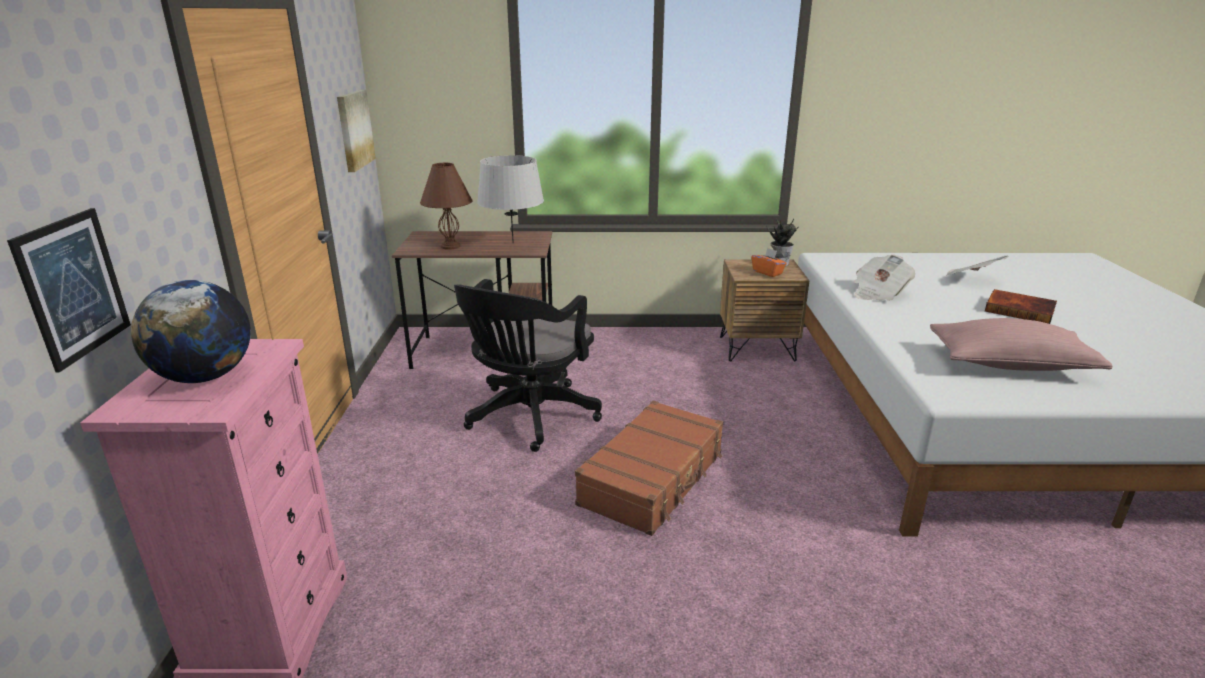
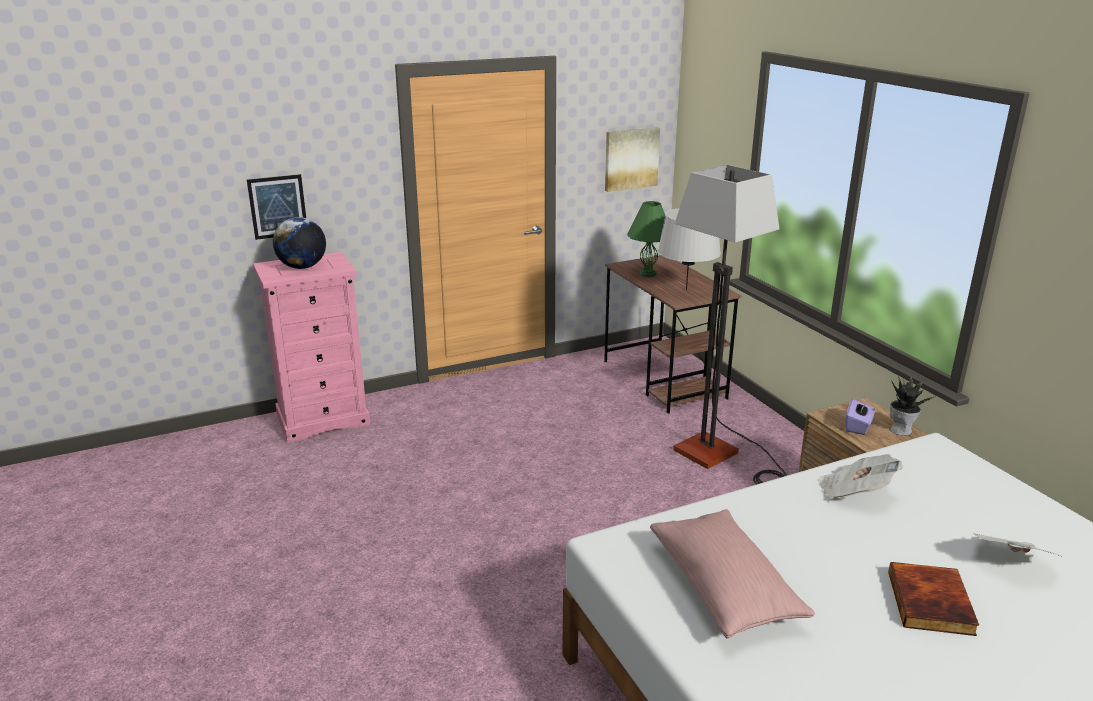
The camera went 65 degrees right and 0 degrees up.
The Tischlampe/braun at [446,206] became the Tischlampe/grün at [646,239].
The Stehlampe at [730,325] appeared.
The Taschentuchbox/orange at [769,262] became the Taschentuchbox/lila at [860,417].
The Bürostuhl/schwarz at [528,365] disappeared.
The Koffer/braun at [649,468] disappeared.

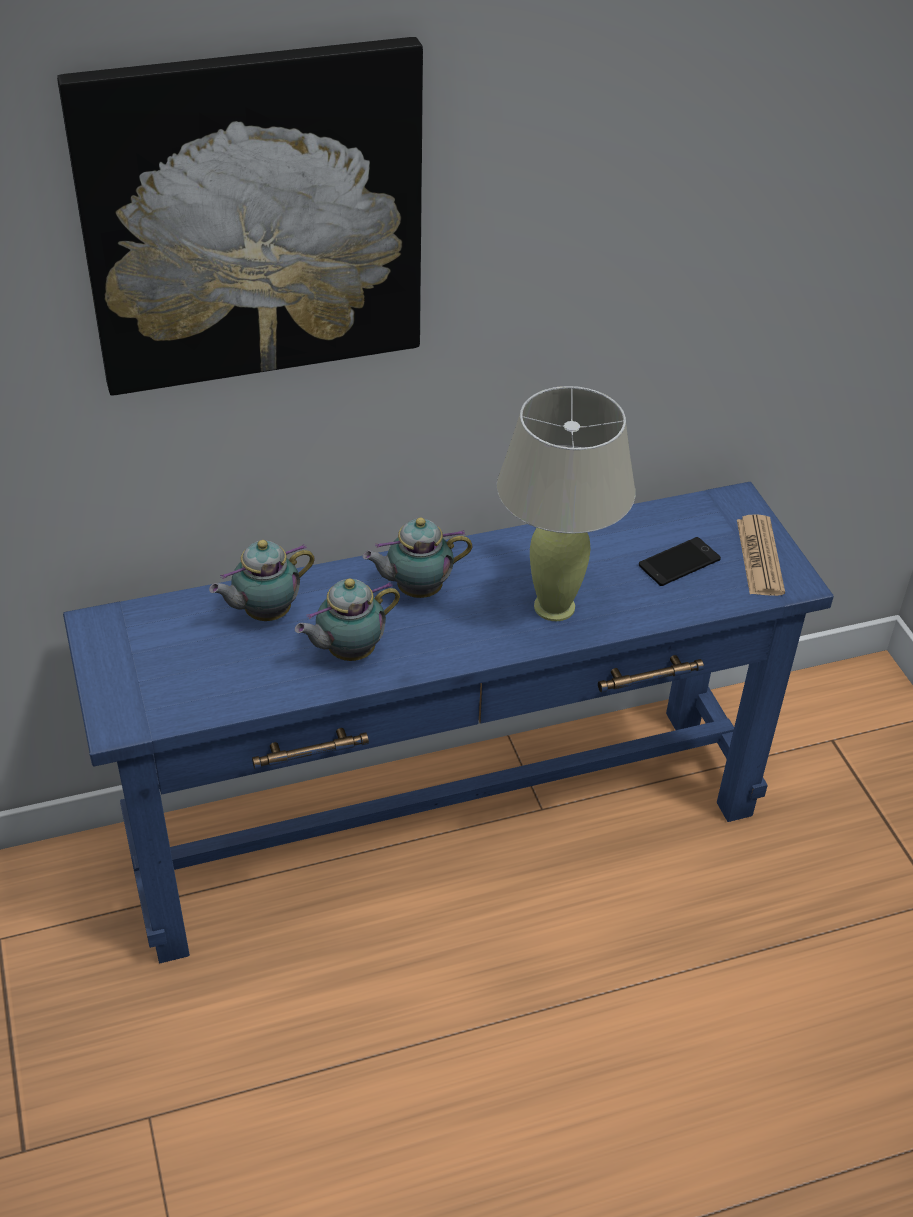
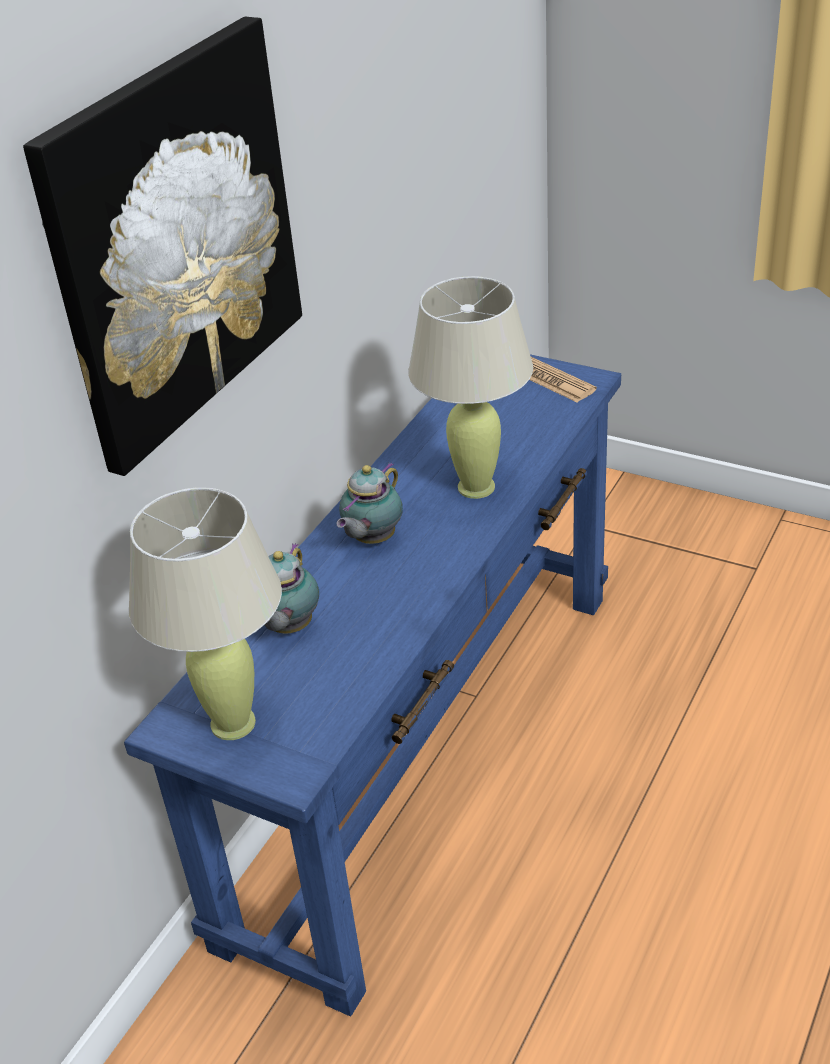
The camera went 40 degrees left and 5 degrees down.
The Tischlampe/beige at [205,614] appeared.
The Teekanne at [347,619] disappeared.
The Handy at [680,561] disappeared.

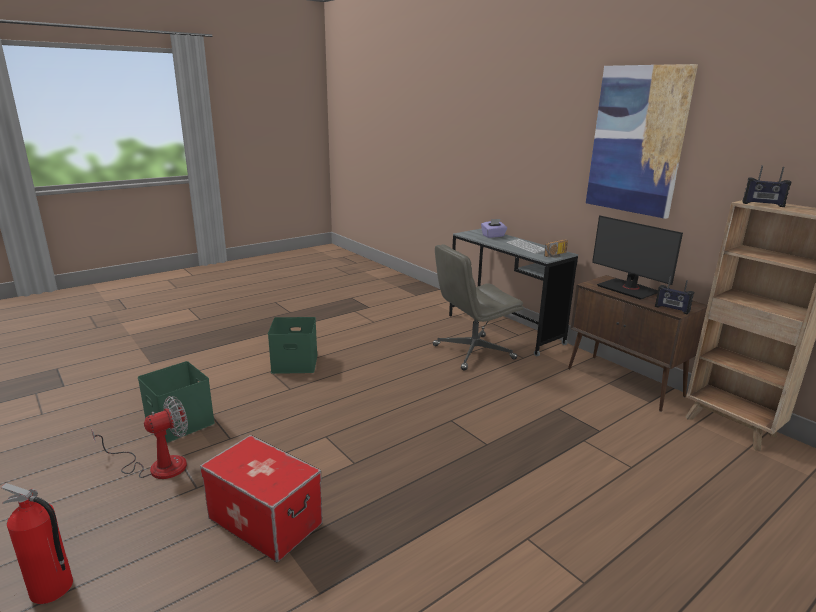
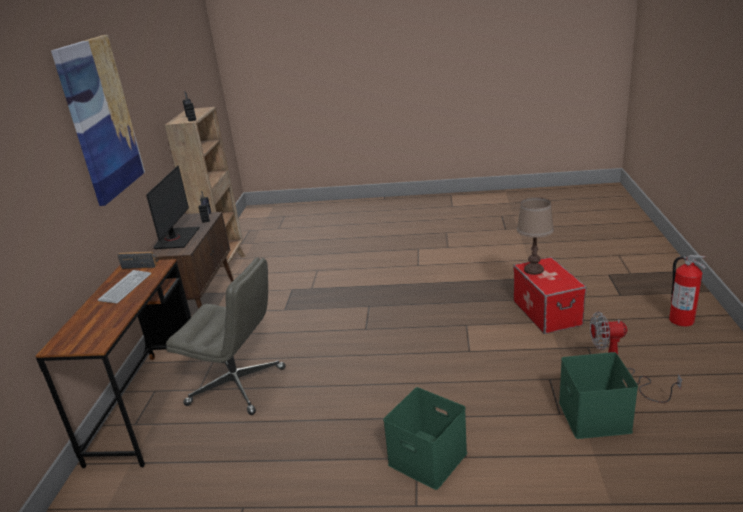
The camera went 135 degrees left and 5 degrees up.
The Schreibtisch/grau at [513,292] became the Schreibtisch/braun at [113,363].
The Tischlampe/braun at [535,236] appeared.
The Taschentuchbox/lila at [494,228] disappeared.

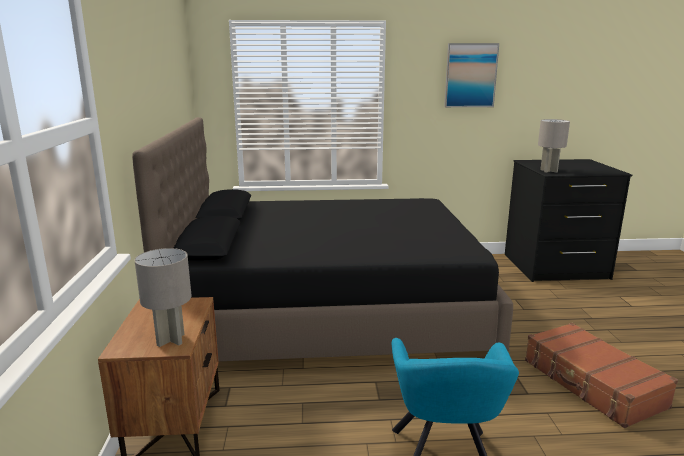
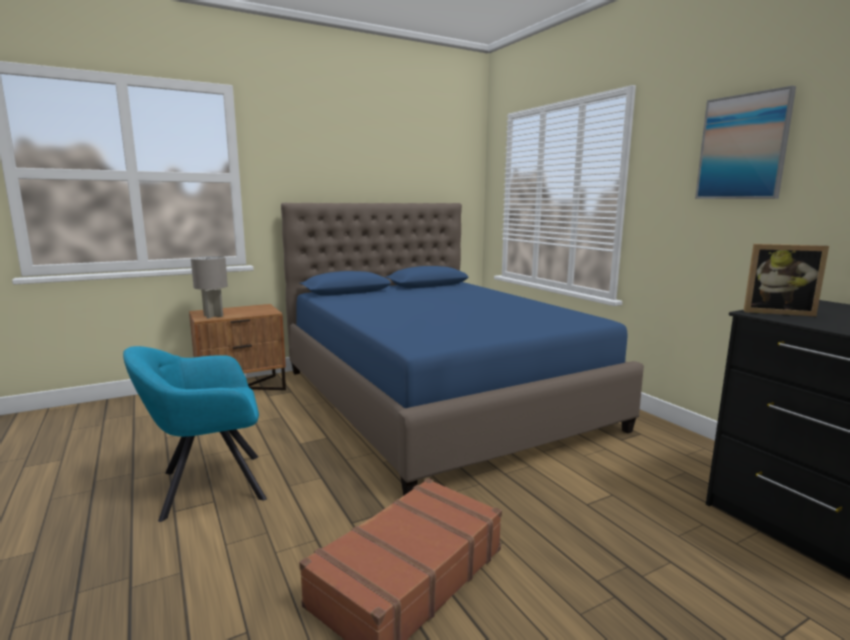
The camera went 65 degrees right and 5 degrees down.
The Bett/schwarz at [322,239] became the Bett/blau at [462,349].
The Tischlampe/grau at [554,146] was replaced by the Bilderrahmen at [786,280].

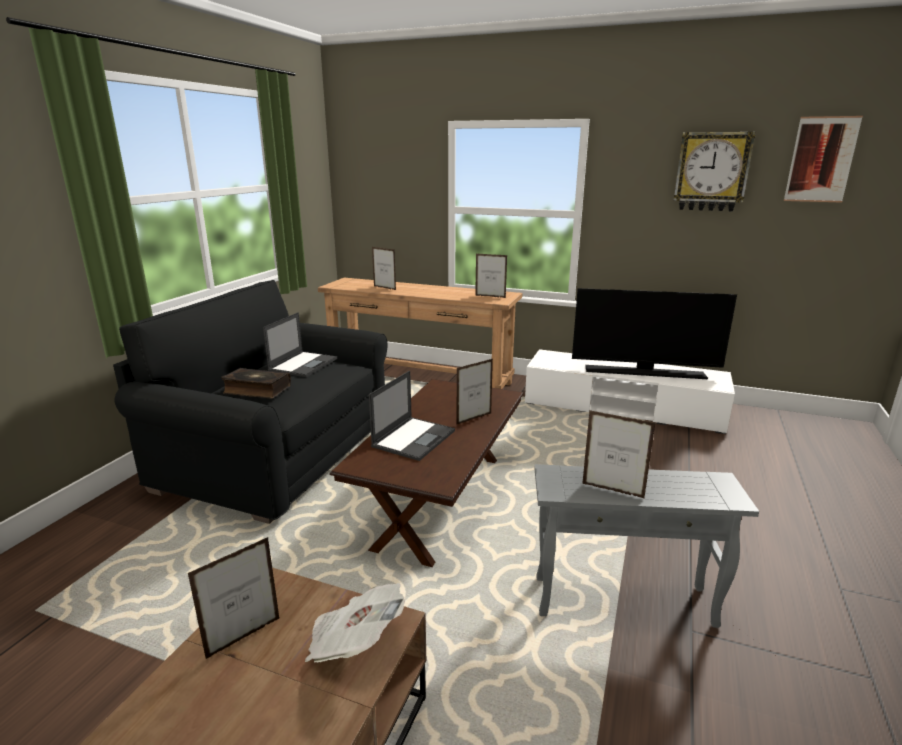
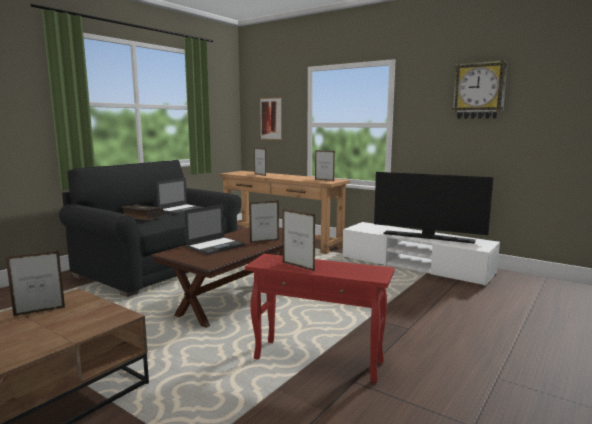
The camera went 15 degrees right and 10 degrees down.
The Beistelltisch/grau at [647,546] became the Beistelltisch/rot at [320,318].
The Bild moved from [823,159] to [271,119].
The Zeitung at [355,623] disappeared.

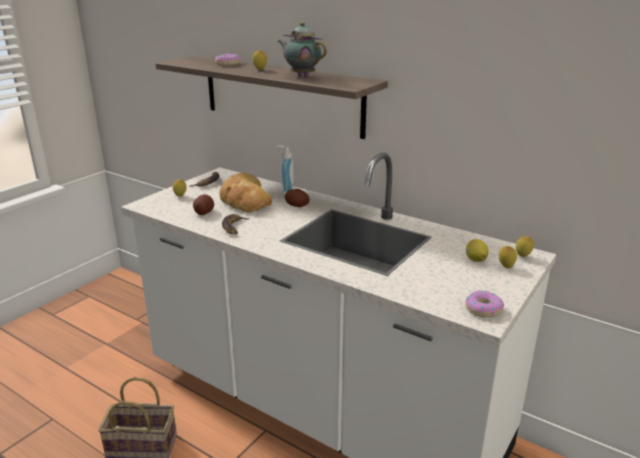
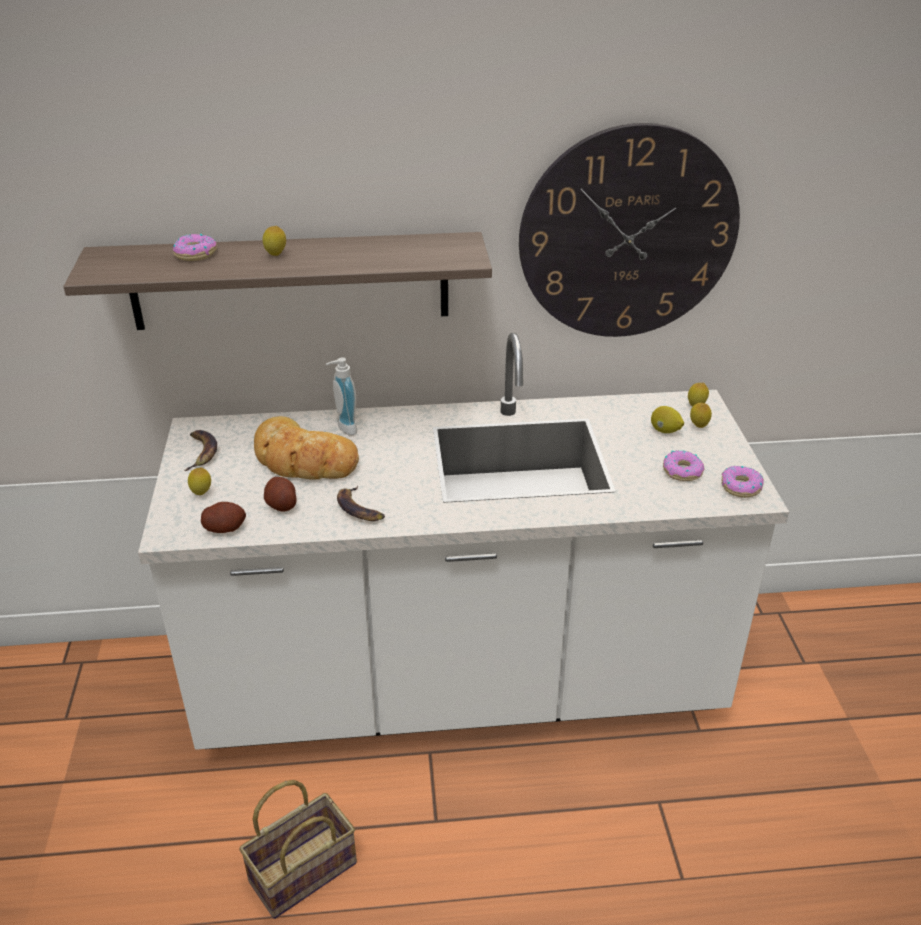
The camera went 40 degrees left and 10 degrees up.
The Kartoffel moved from [297,198] to [223,517].
The Wanduhr at [629,230] appeared.
The Donut at [683,465] appeared.
The Teekanne at [302,49] disappeared.

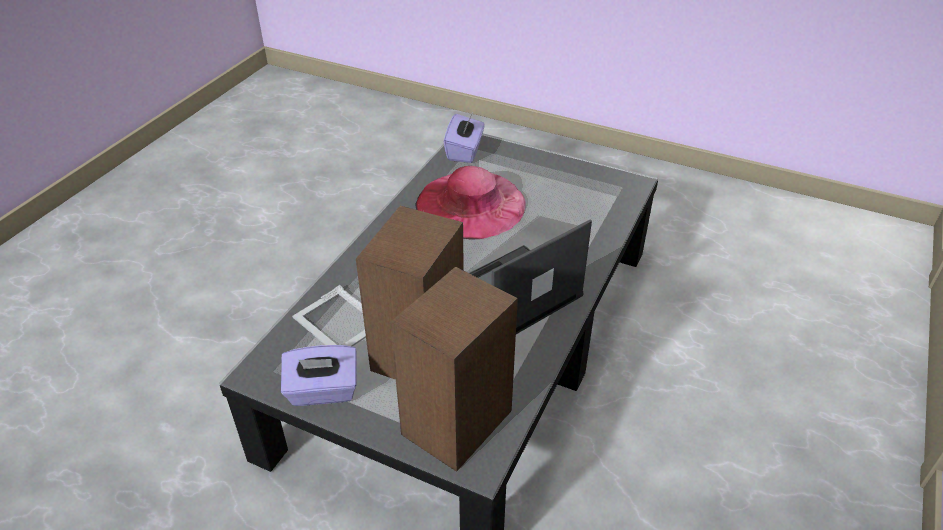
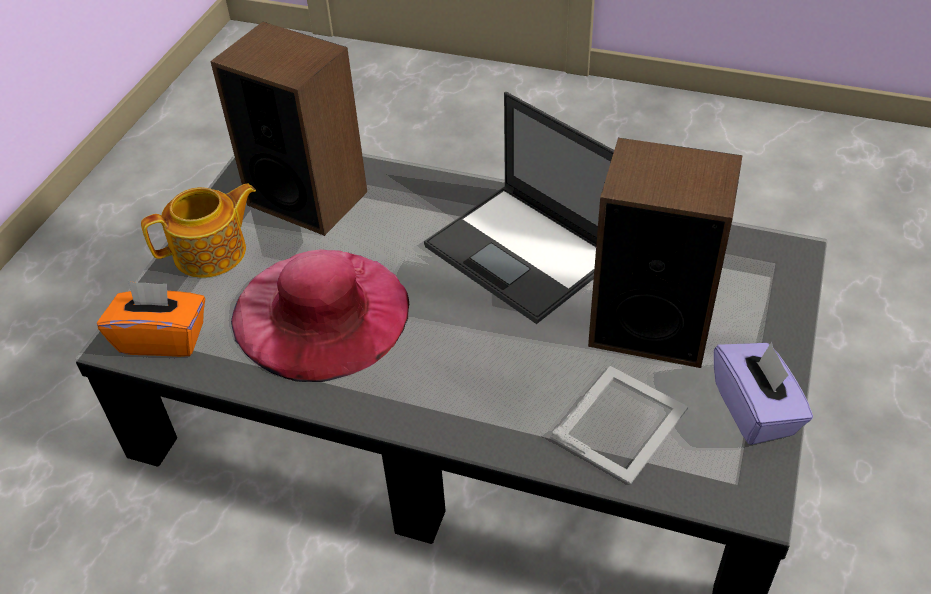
The camera went 95 degrees left and 5 degrees up.
The Taschentuchbox/lila at [464,138] became the Taschentuchbox/orange at [151,319].
The Teekanne at [198,231] appeared.
The Lautsprecher moved from [454,369] to [288,129].

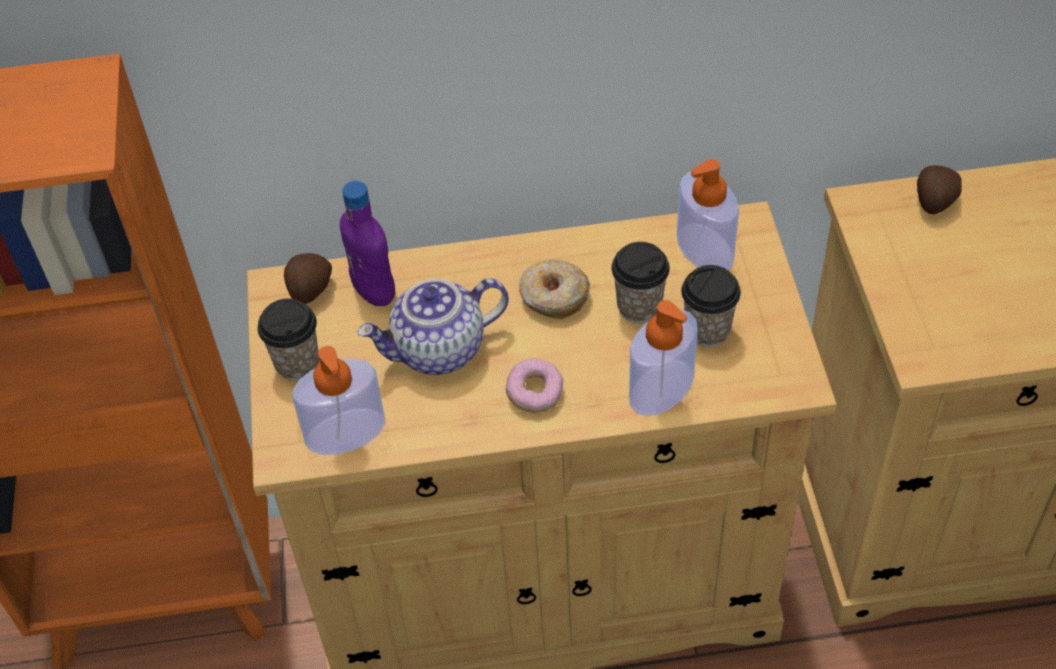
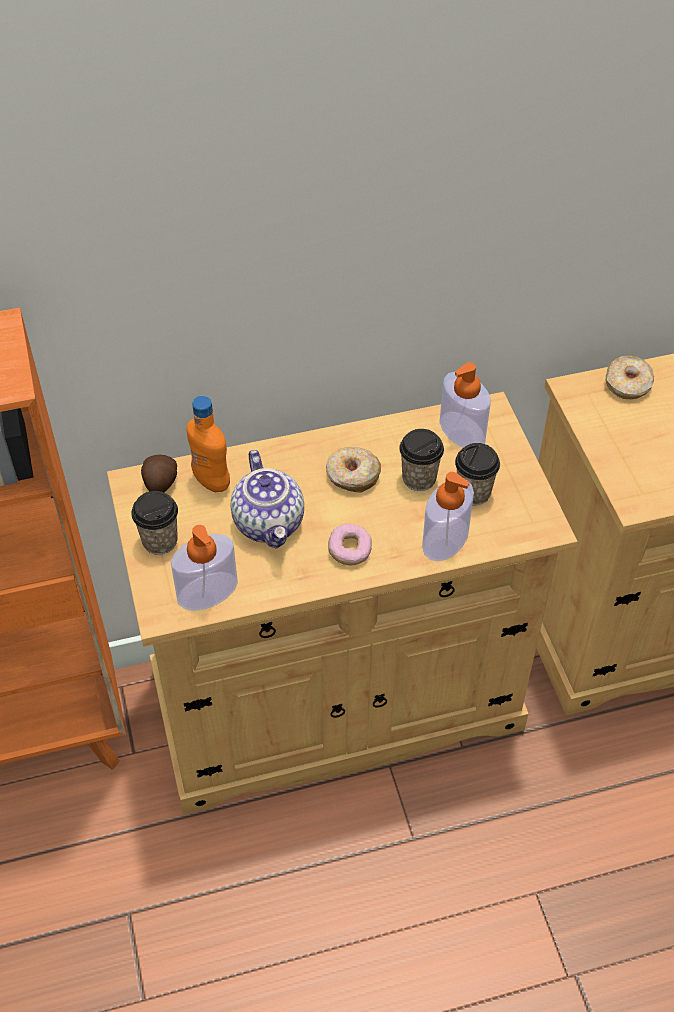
The camera went 10 degrees left and 0 degrees up.
The Flasche/lila at [367,243] became the Flasche/orange at [208,444].
The Teekanne at [433,326] turned 75 degrees counterclockwise.
The Kartoffel at [939,189] was replaced by the Donut at [630,377].

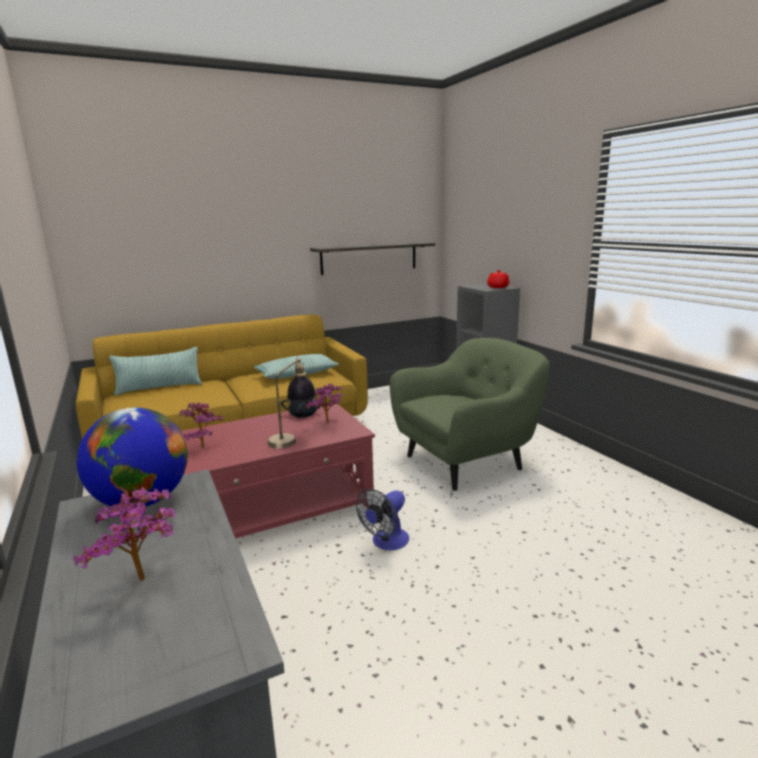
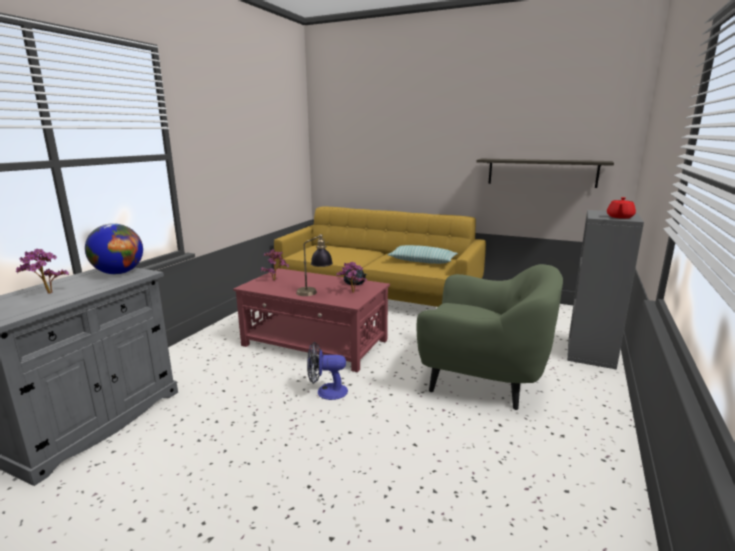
The camera went 50 degrees right and 0 degrees up.
The Kissen at [155,371] disappeared.

